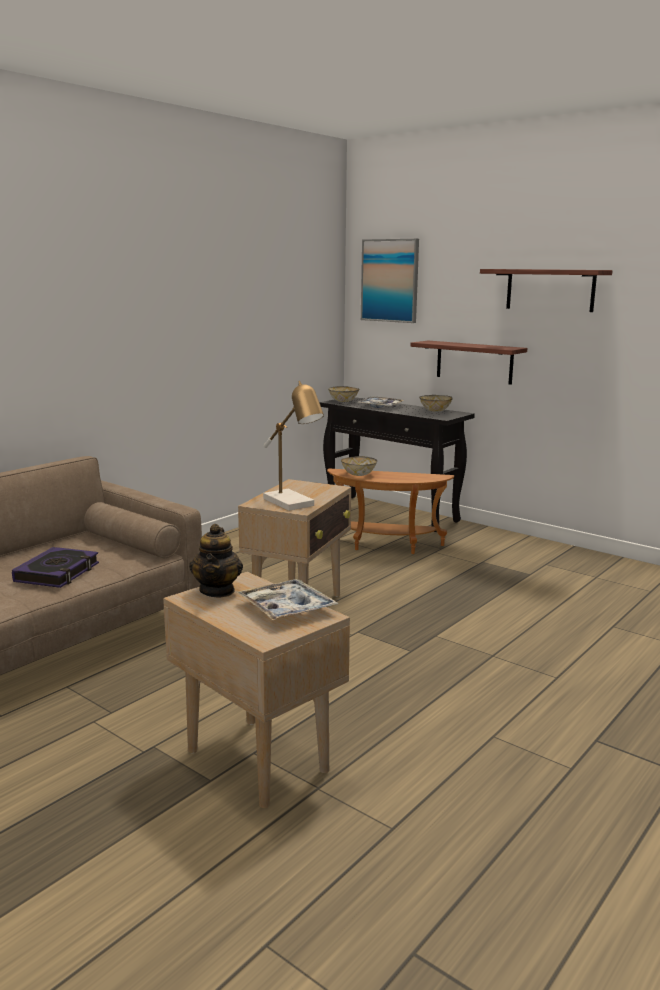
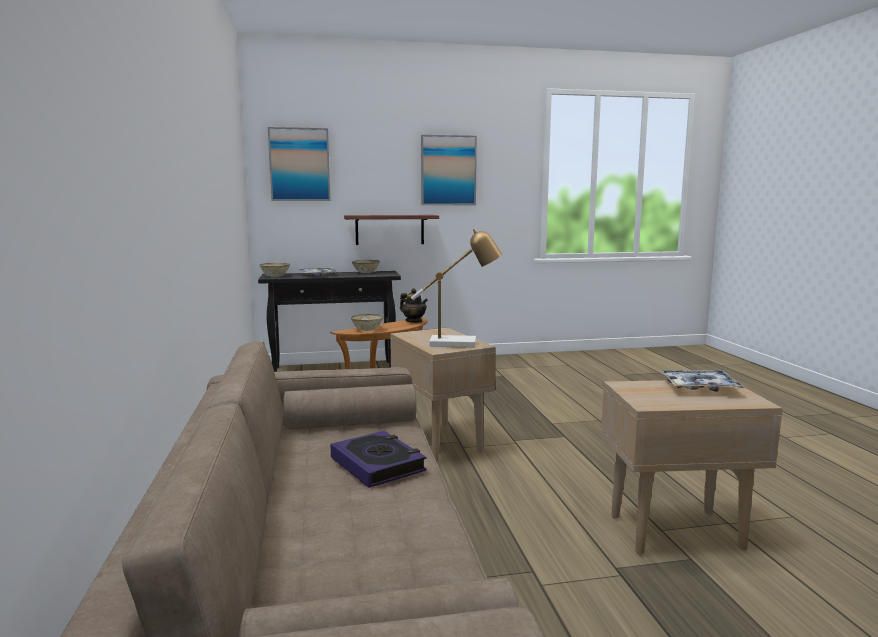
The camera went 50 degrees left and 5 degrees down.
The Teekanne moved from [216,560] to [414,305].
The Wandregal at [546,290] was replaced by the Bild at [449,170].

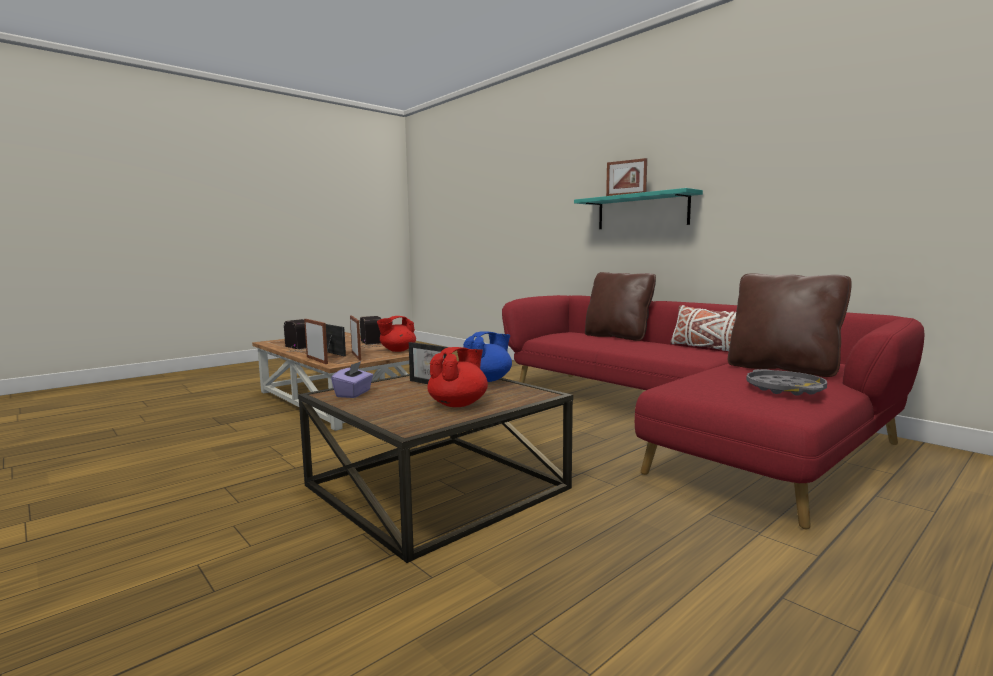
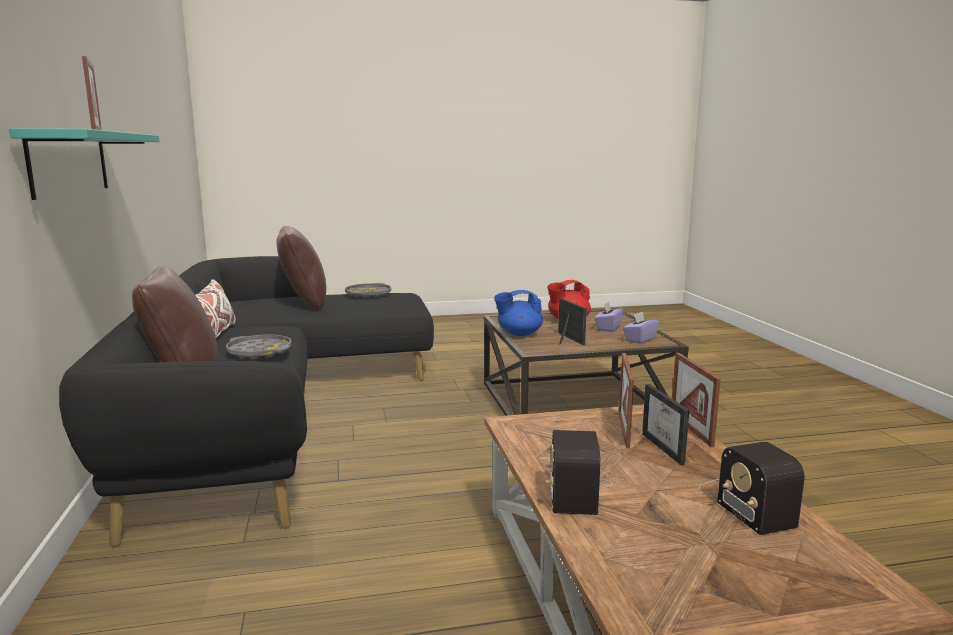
The camera went 150 degrees left and 5 degrees up.
The Sofa/rot at [713,412] became the Sofa/schwarz at [246,401].
The Tablett/grau at [259,346] appeared.
The Taschentuchbox/lila at [609,317] appeared.
The Teekanne/rot at [396,334] disappeared.

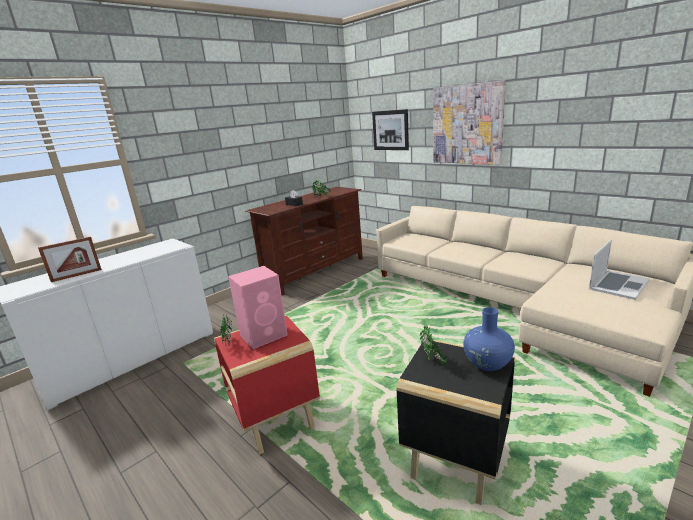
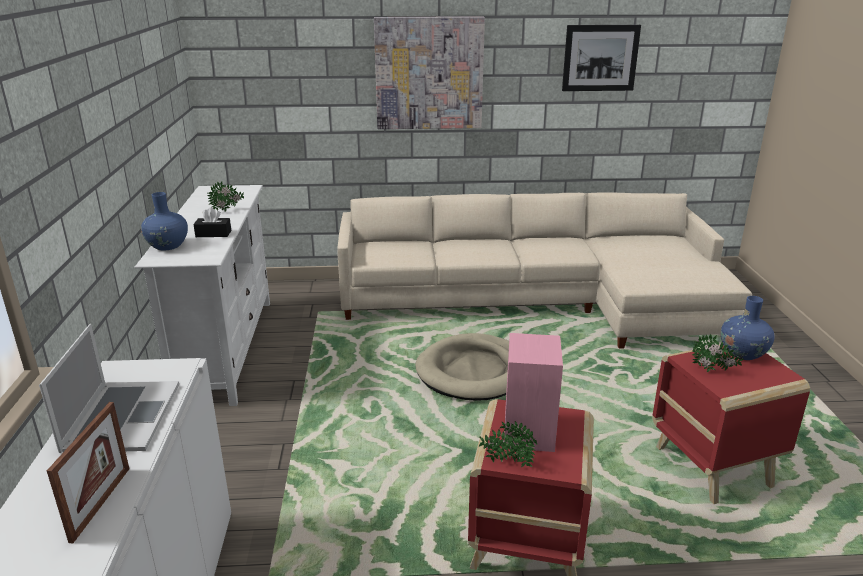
The camera went 50 degrees left and 5 degrees up.
The Laptop moved from [619,269] to [109,388].
The Fernsehschrank/braun at [304,241] became the Fernsehschrank/weiß at [202,295].
The Vase/blau at [164,221] appeared.
The Hundebett/beige at [462,367] appeared.
The Bild moved from [390,129] to [601,58].
The Beistelltisch/schwarz at [456,422] became the Beistelltisch/rot at [731,424].

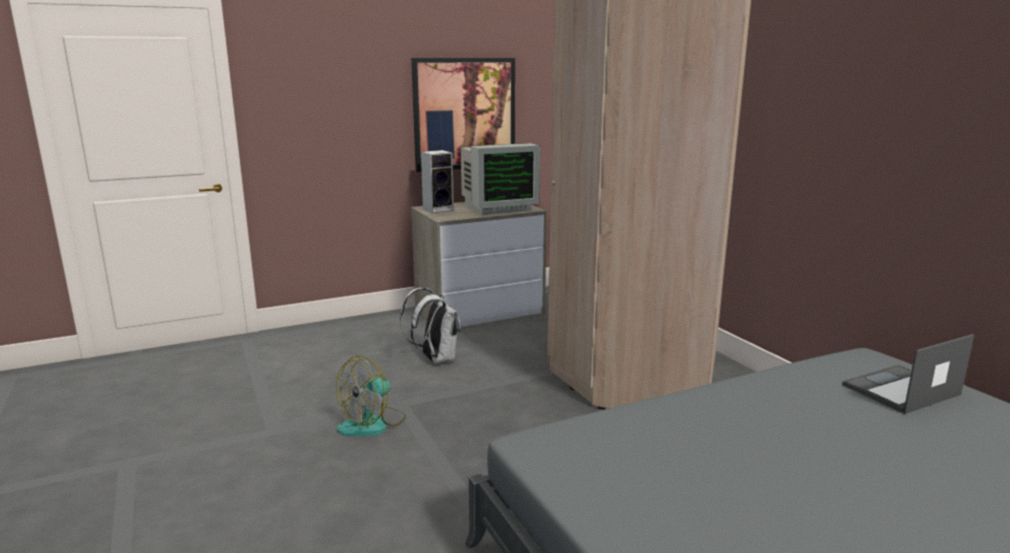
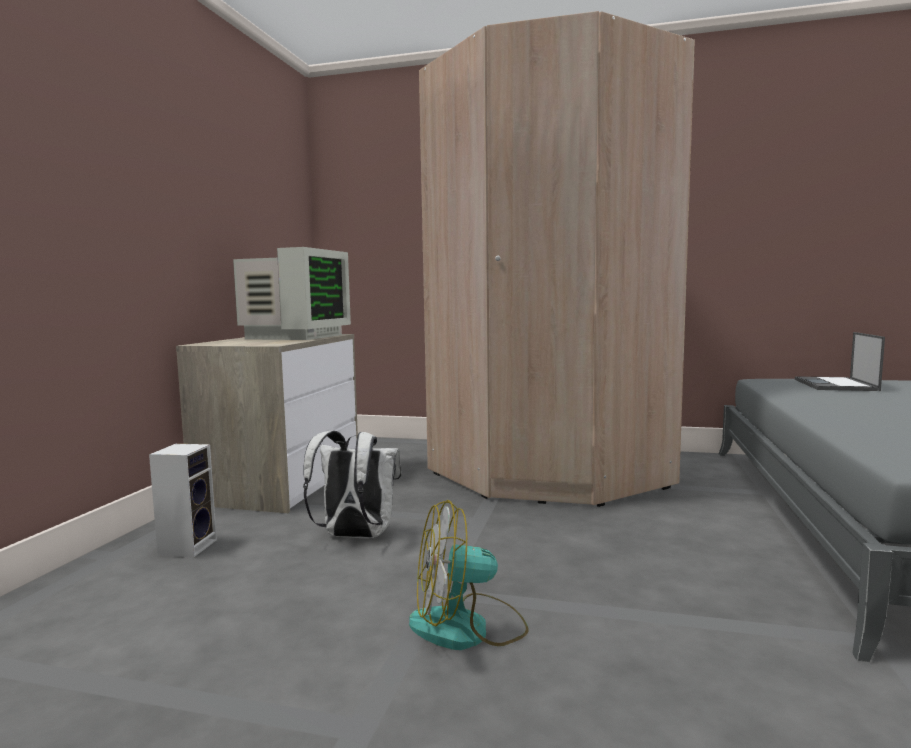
The camera went 50 degrees left and 10 degrees down.
The Lautsprecher moved from [437,181] to [183,500].
The Ventilator at [371,396] turned 90 degrees clockwise.
The Bild at [463,115] disappeared.

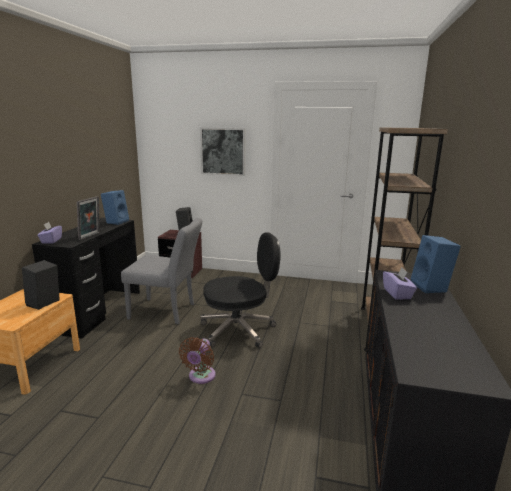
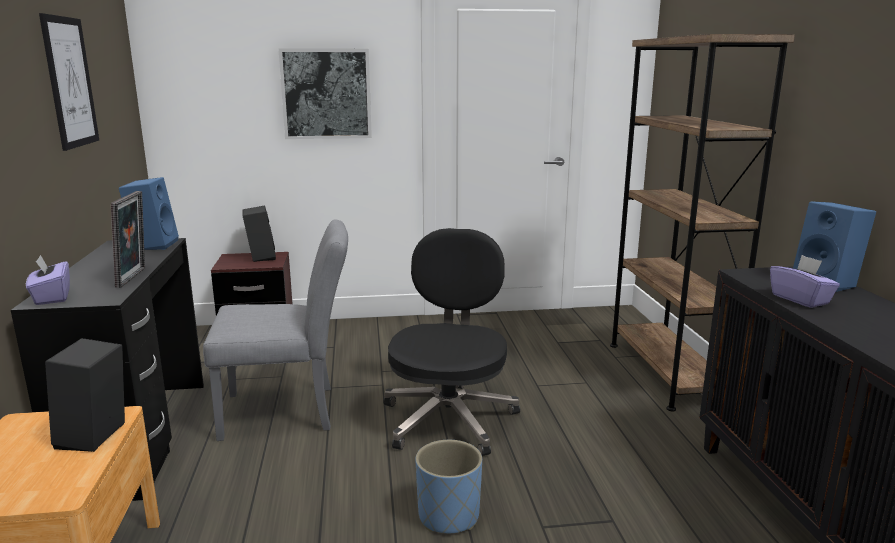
The camera went 20 degrees left and 0 degrees up.
The Bild at [69,82] appeared.
The Bürostuhl/schwarz at [240,290] turned 45 degrees counterclockwise.
The Ventilator/braun at [197,360] was replaced by the Pflanzkübel/blau at [448,486].

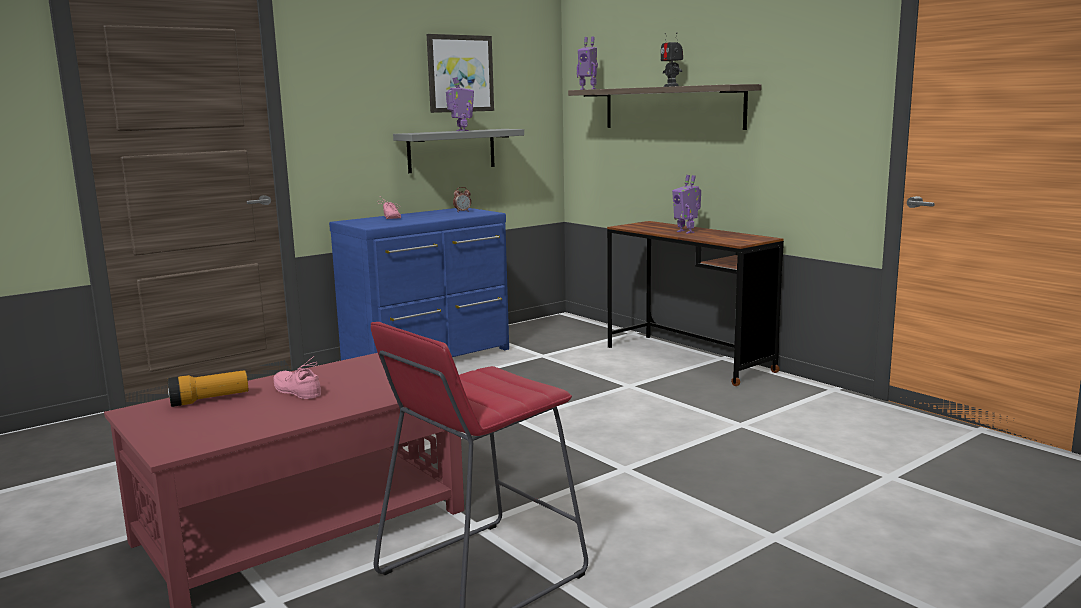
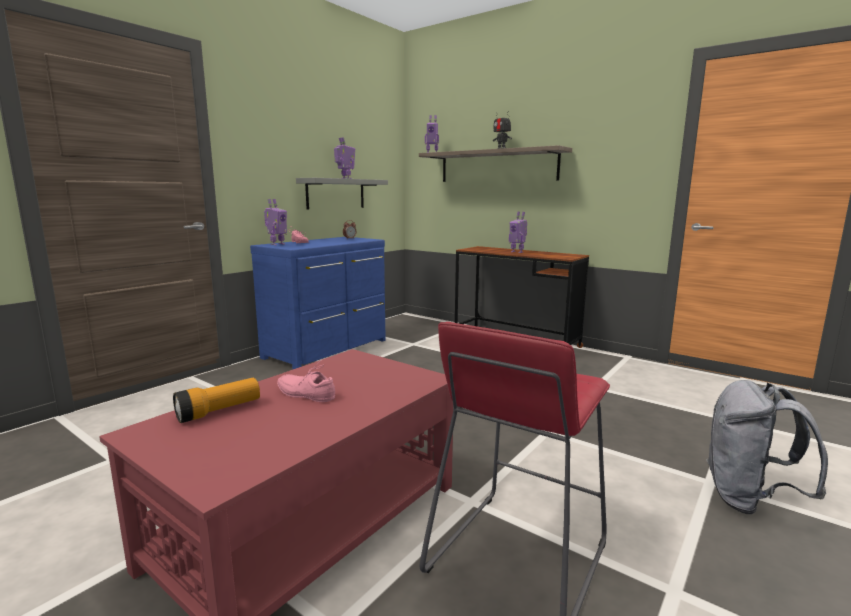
The camera went 15 degrees left and 0 degrees up.
The Spielzeugroboter at [275,222] appeared.
The Rucksack/grau at [767,447] appeared.
The Bild at [460,73] disappeared.

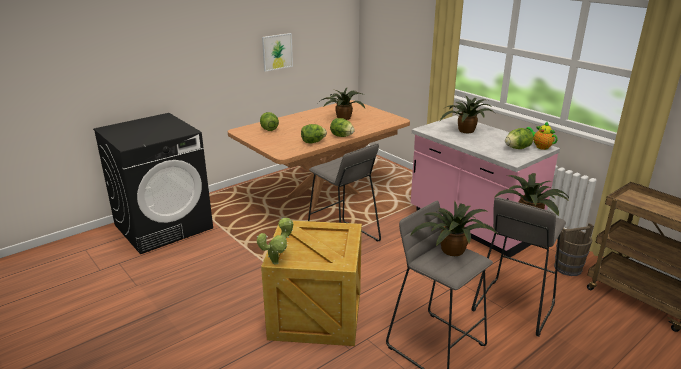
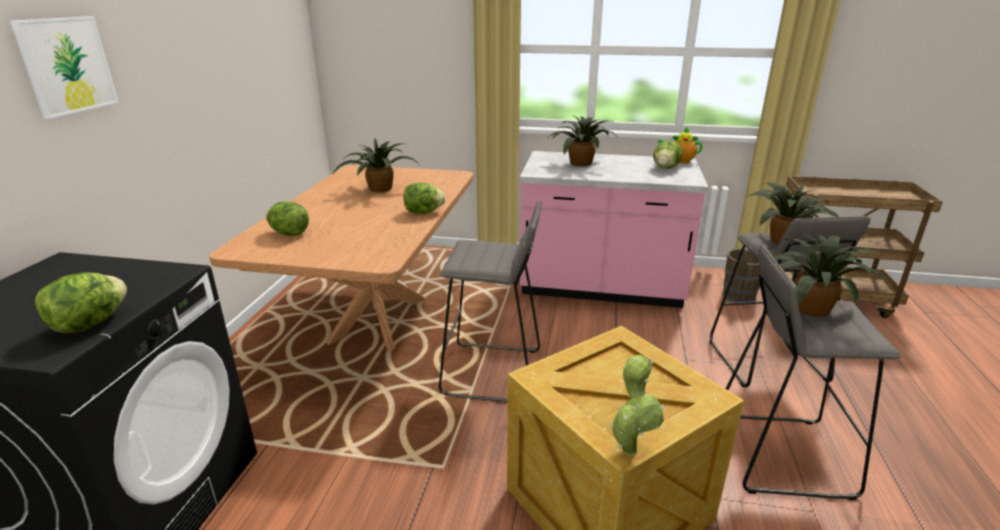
The camera went 40 degrees left and 0 degrees up.
The Bild moved from [277,52] to [64,67].
The Salatkopf moved from [314,133] to [81,303].

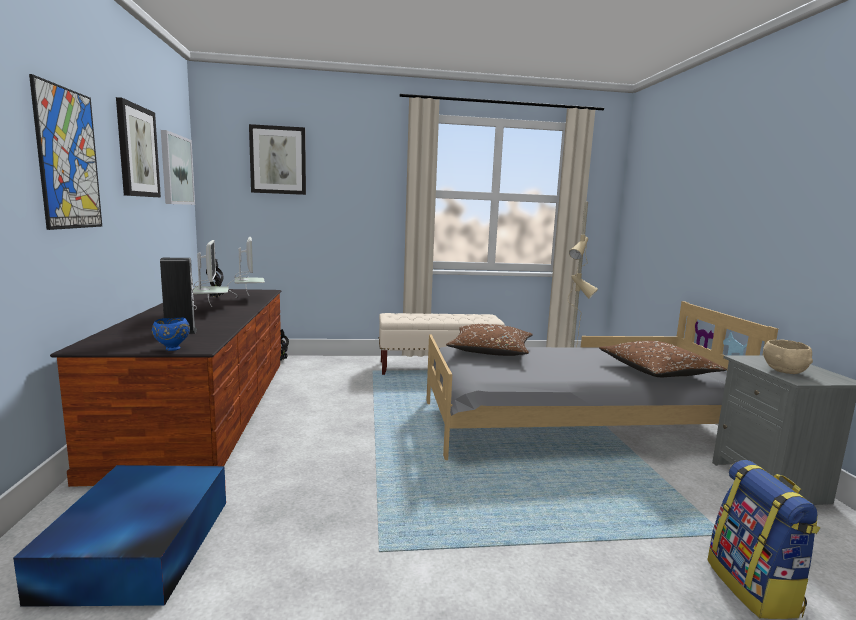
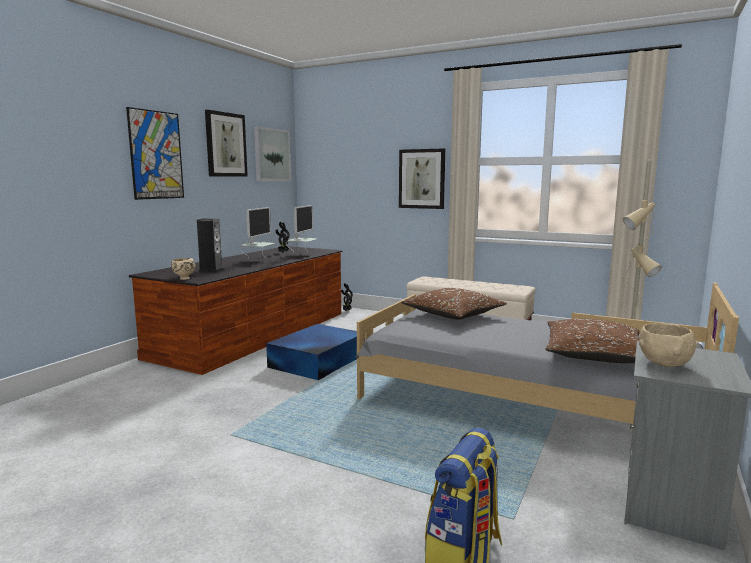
The camera went 35 degrees right and 0 degrees up.
The Schüssel/blau at [171,334] became the Schüssel/beige at [183,269].
The Aufbewahrungsbox/blau moved from [119,536] to [311,352].
The Bild moved from [277,159] to [422,178].

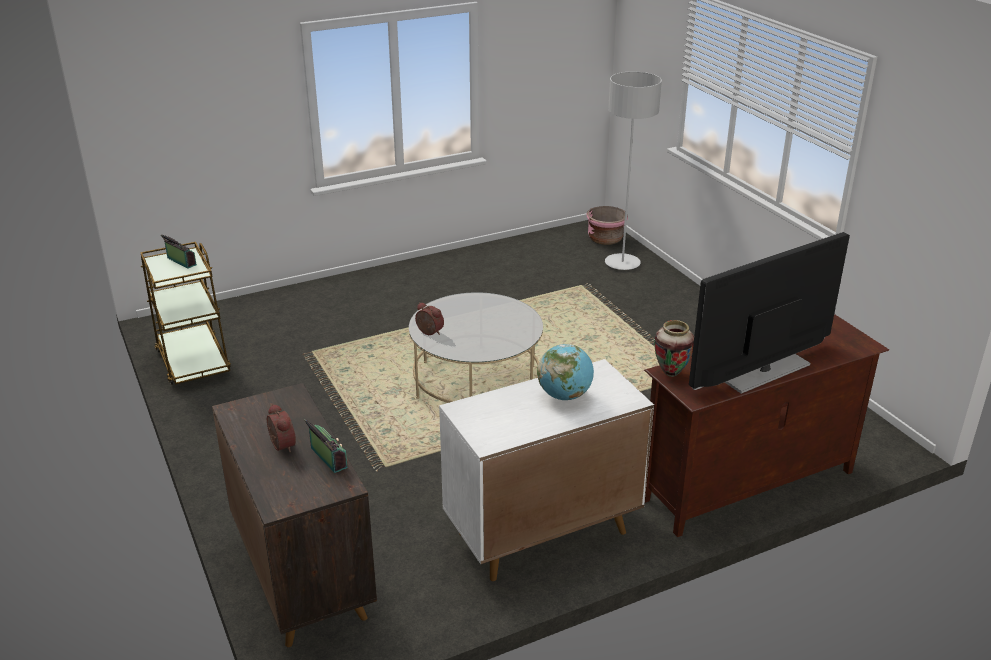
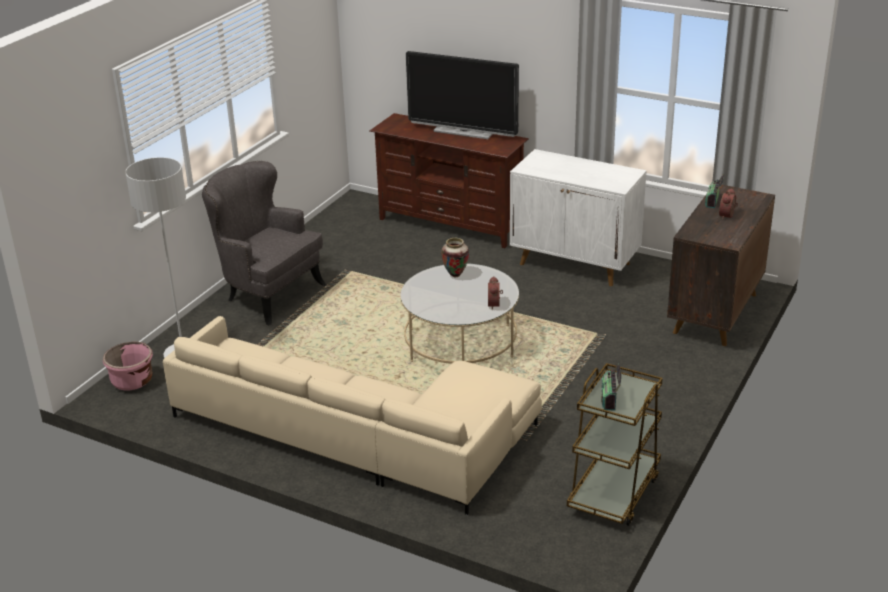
The camera went 125 degrees left and 0 degrees up.
The Sofa/beige at [352,415] appeared.
The Sessel/grau at [264,243] appeared.
The Vase moved from [674,348] to [455,257].
The Globus at [565,372] disappeared.

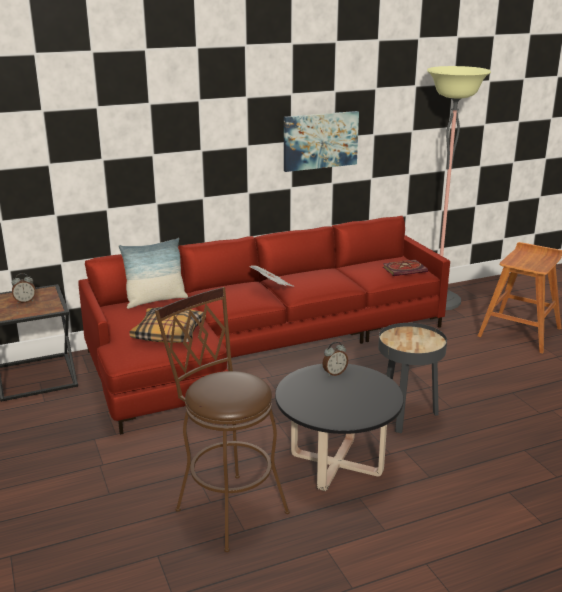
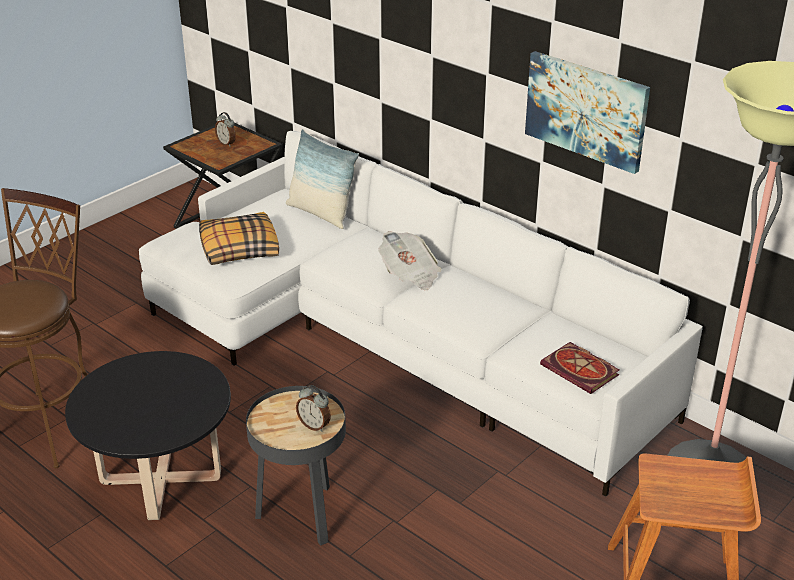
The camera went 65 degrees right and 10 degrees up.
The Sofa/rot at [264,325] became the Sofa/weiß at [421,313].
The Wecker moved from [335,359] to [313,408].

